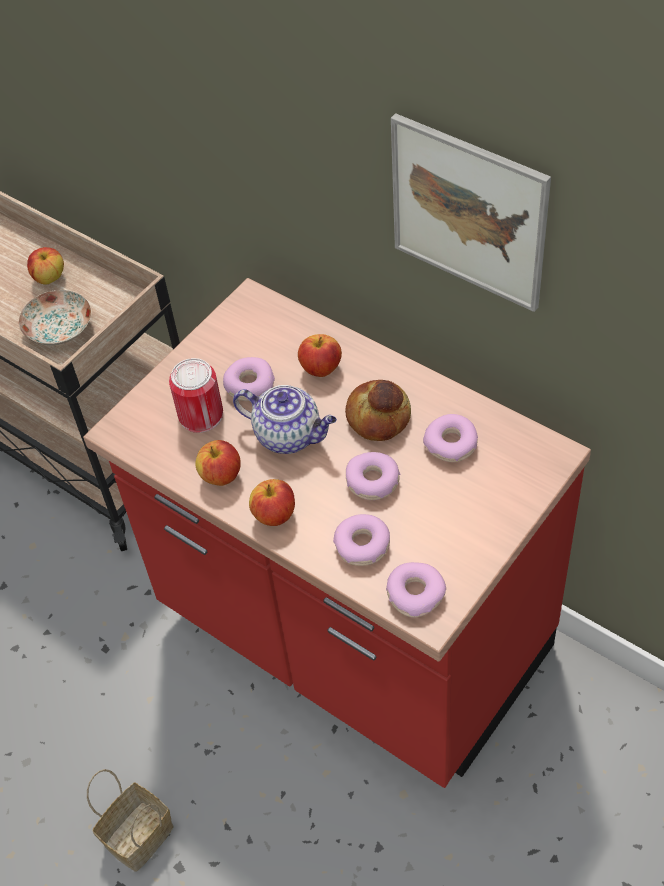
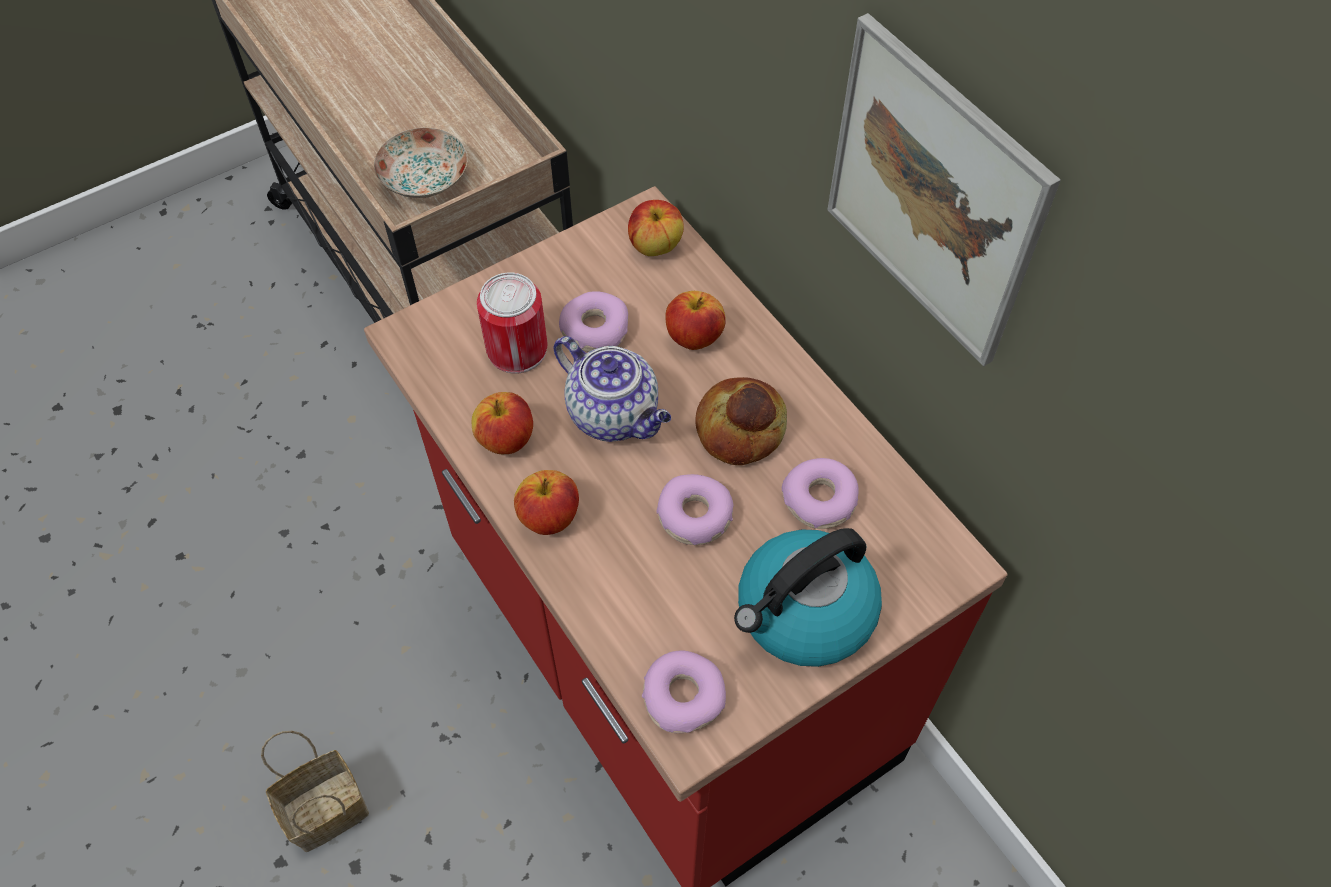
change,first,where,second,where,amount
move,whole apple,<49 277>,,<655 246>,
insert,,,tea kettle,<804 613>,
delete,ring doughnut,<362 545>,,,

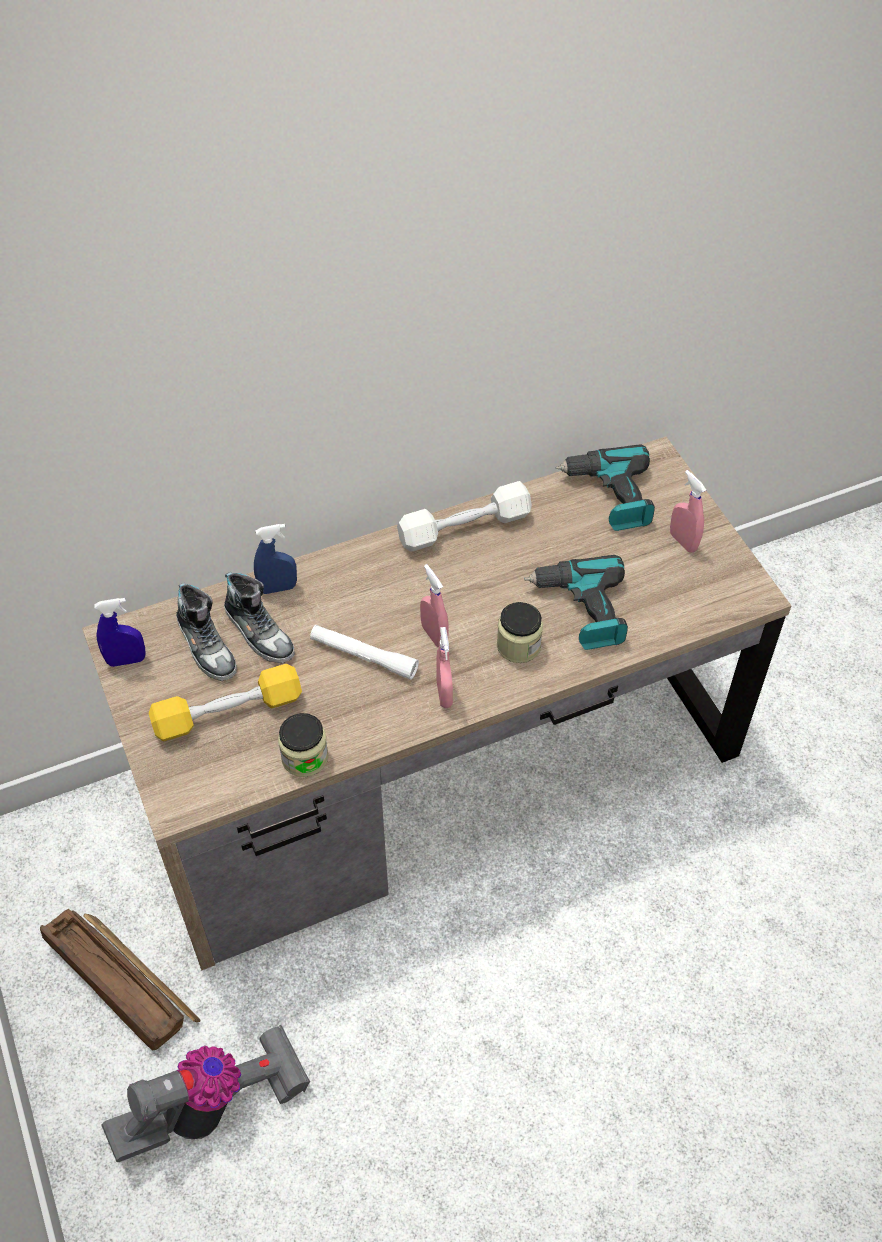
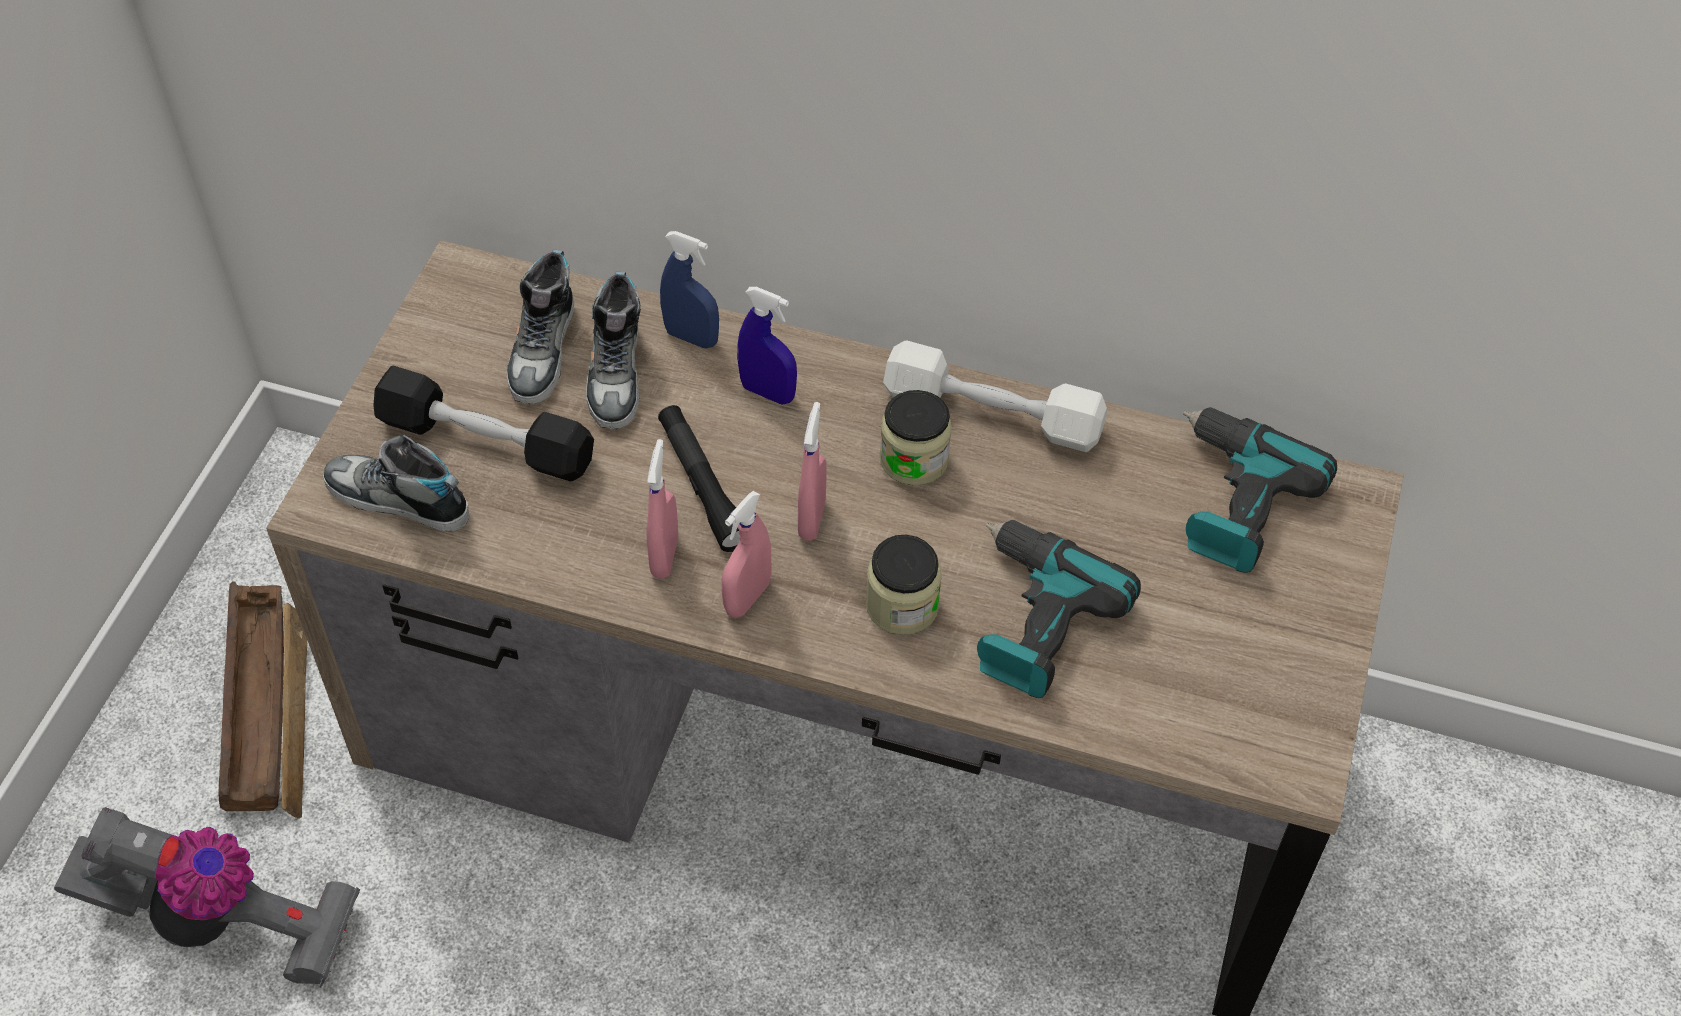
change,first,where,second,where,amount
insert,,,shoe,<398 500>,
recolor,yellow-coloured free weight,<228 712>,black-coloured free weight,<486 442>,
move,pink spray bottle,<683 541>,,<664 556>,
recolor,whitish torch,<364 656>,black-coloured torch,<702 485>,
move,blue spray bottle,<126 660>,,<767 392>,
move,preserve jar,<305 757>,,<914 459>,

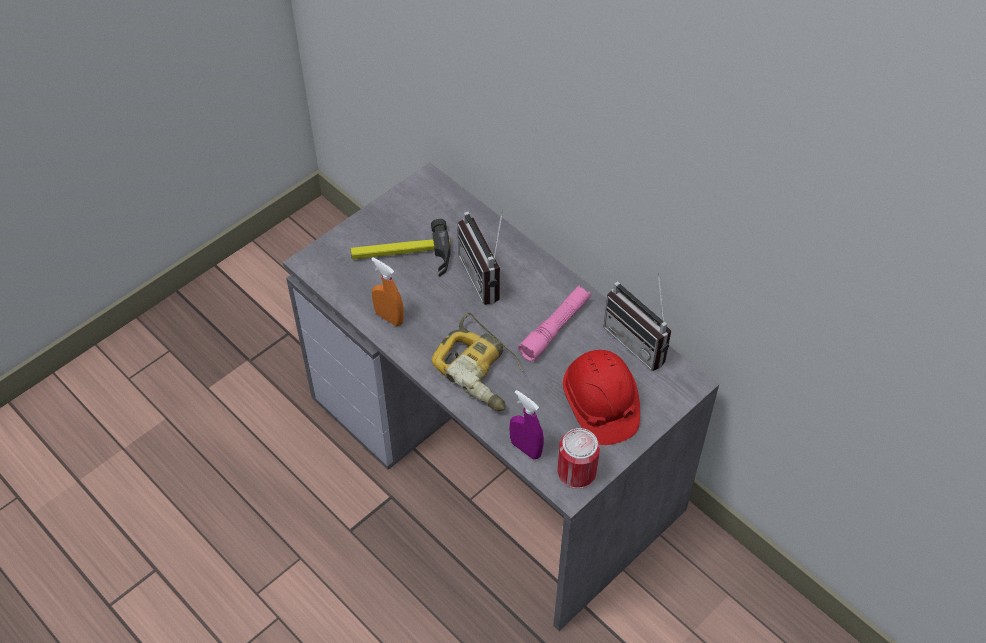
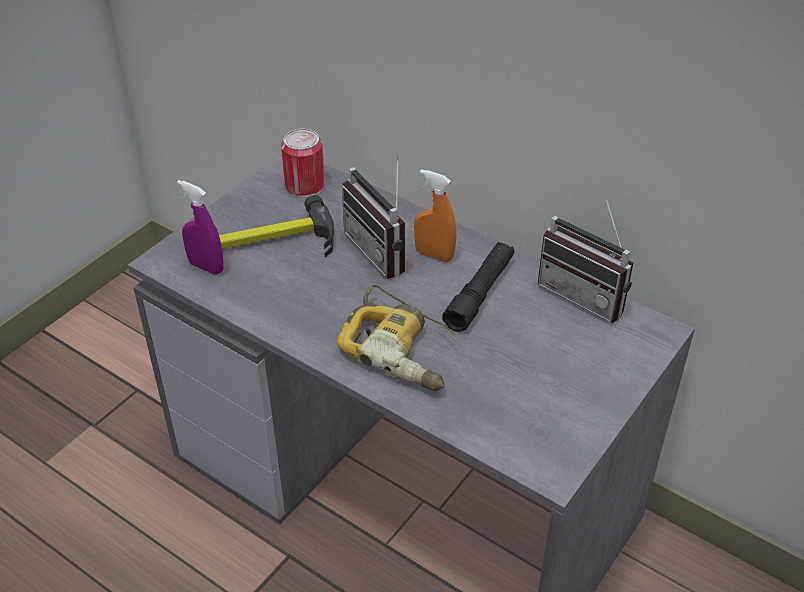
change,first,where,second,where,amount
move,purple spray bottle,<525 449>,,<206 267>,
move,can,<576 472>,,<305 186>,
move,orangey spray bottle,<389 317>,,<434 255>,
recolor,pink torch,<555 328>,black-coloured torch,<480 293>,
delete,reddish safety helmet,<600 405>,,,

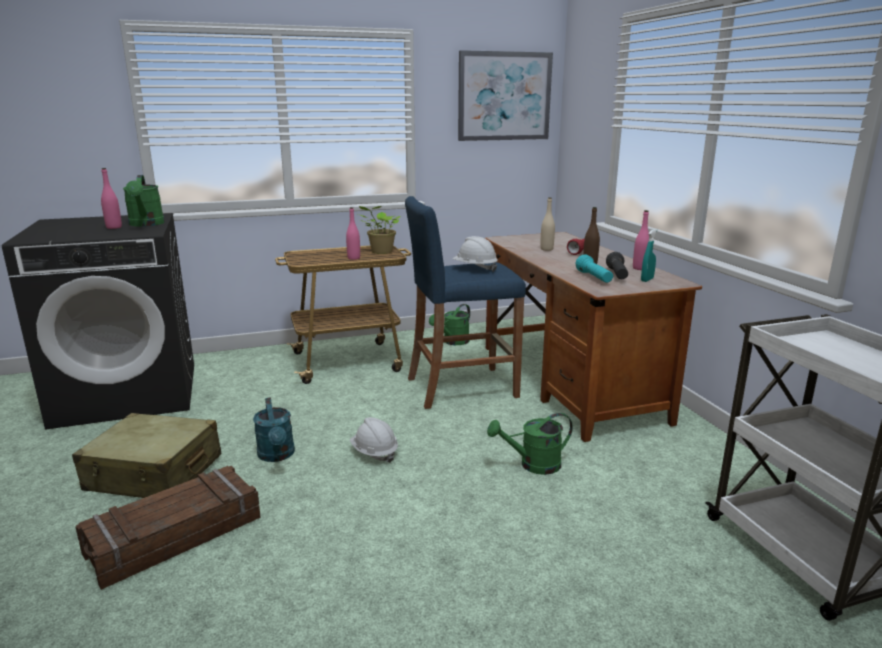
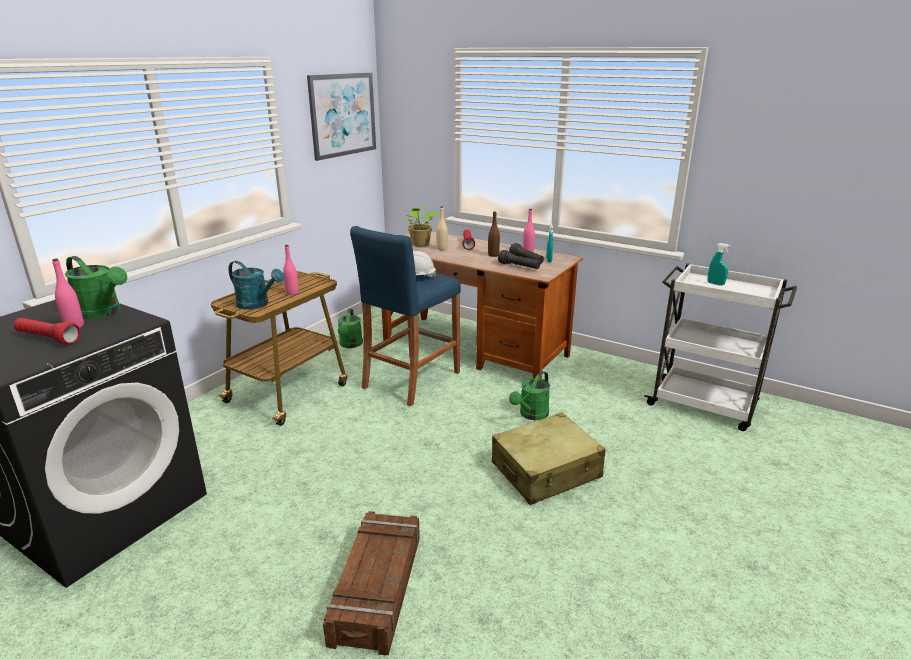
change,first,where,second,where,amount
insert,,,reddish torch,<48 339>,
move,blue-green sprinkling can,<277 455>,,<257 304>,
move,plant in a pot,<380 252>,,<420 244>,
move,beige-coloured piece of luggage,<154 473>,,<546 471>,
recolor,blue-green torch,<594 278>,black-coloured torch,<519 267>,
insert,,,blue-green spray bottle,<715 284>,
delete,whitish safety helmet,<374 453>,,,

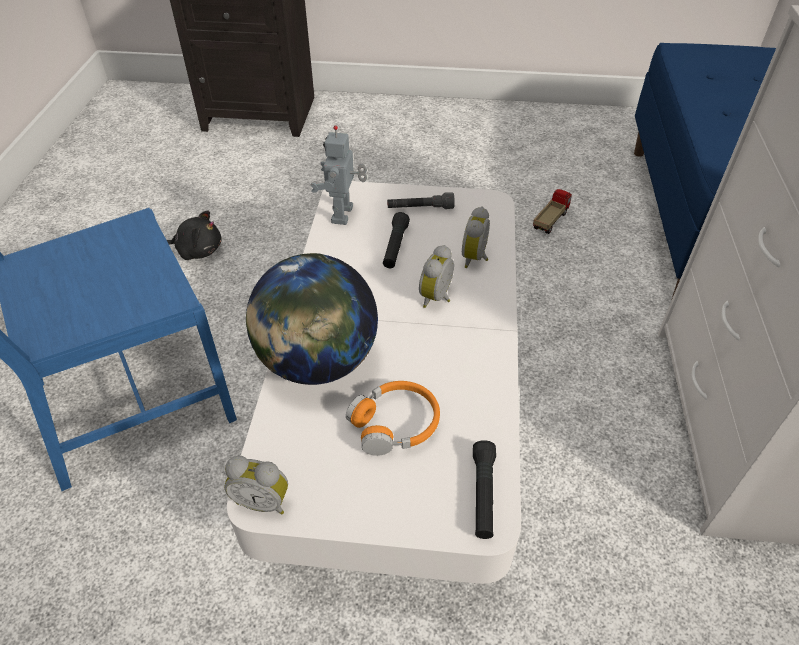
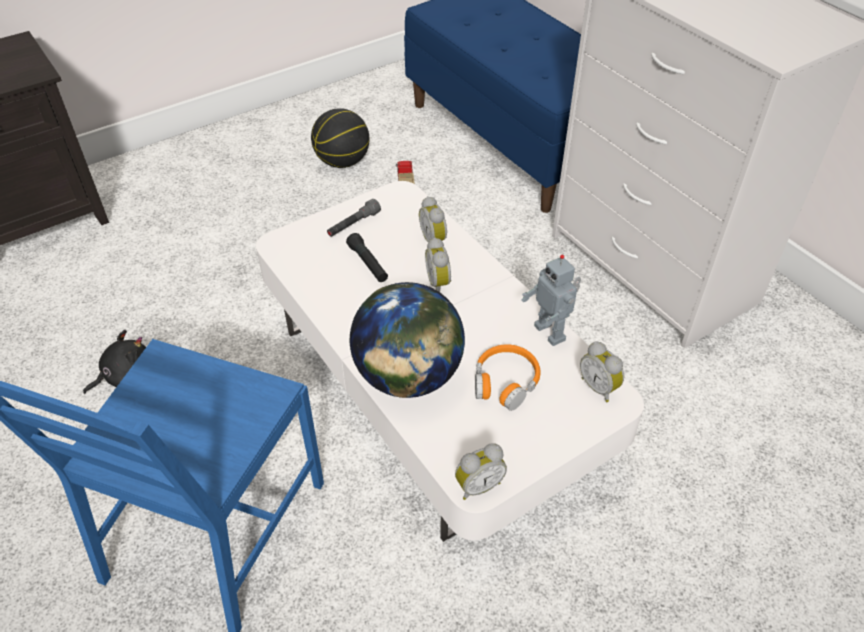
change,first,where,second,where,amount
insert,,,basketball,<343 162>,
move,toy robot,<344 215>,,<551 332>,
replace,black-coloured torch,<483 494>,bedside clock,<599 387>,

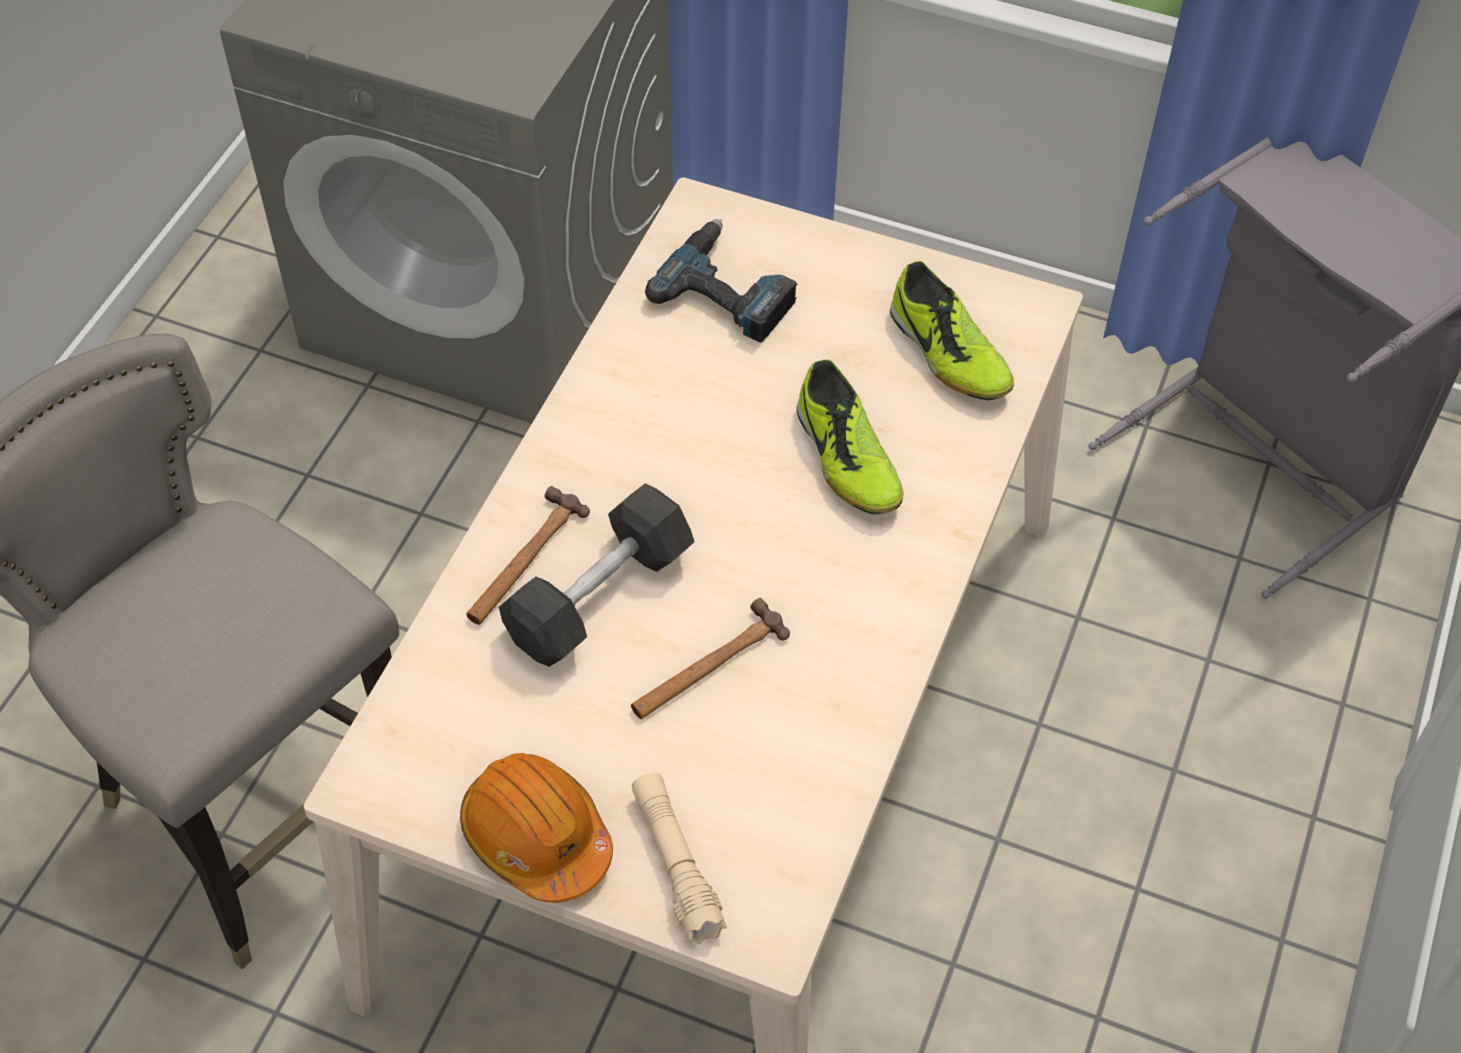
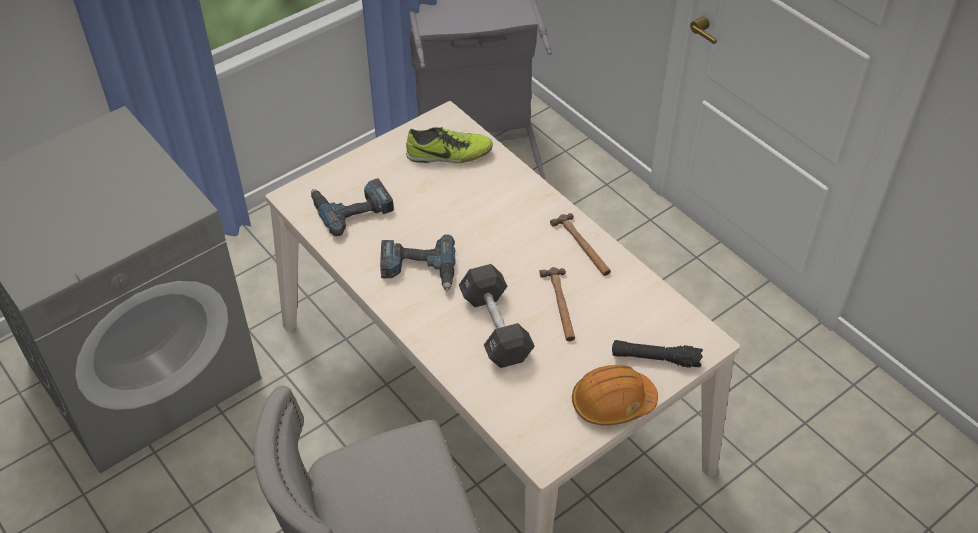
change,first,where,second,where,amount
insert,,,power drill,<418 269>,
move,tool hammer,<523 560>,,<582 247>,
recolor,beige-coloured torch,<676 864>,black-coloured torch,<655 359>,
delete,shoe,<846 459>,,,

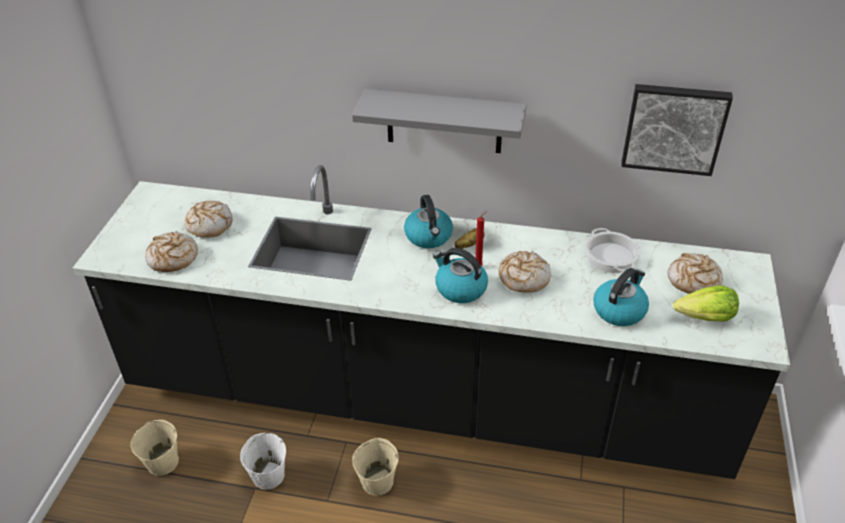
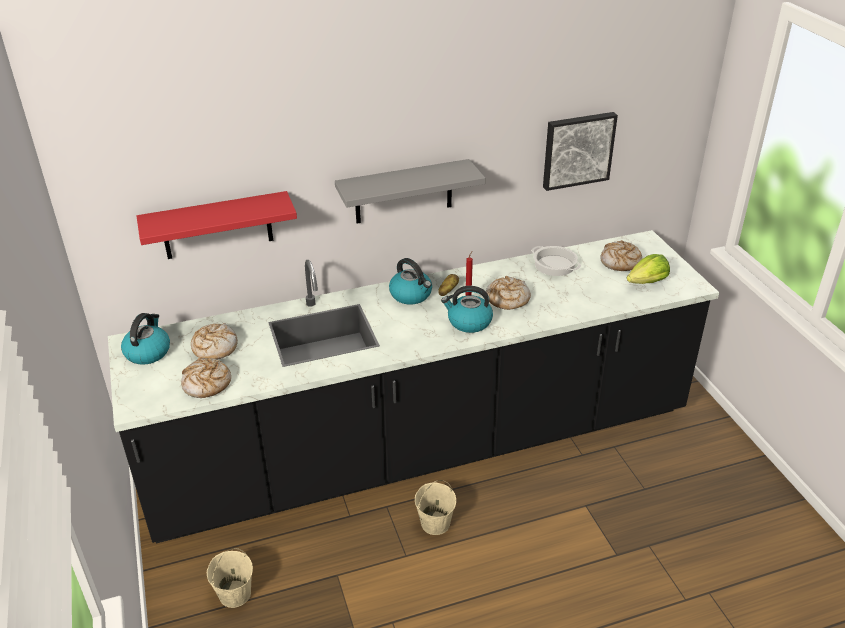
change,first,where,second,where,amount
move,tea kettle,<619 310>,,<148 352>,
insert,,,reddish bracket shelf,<217 226>,
delete,whitish bucket,<268 475>,,,

